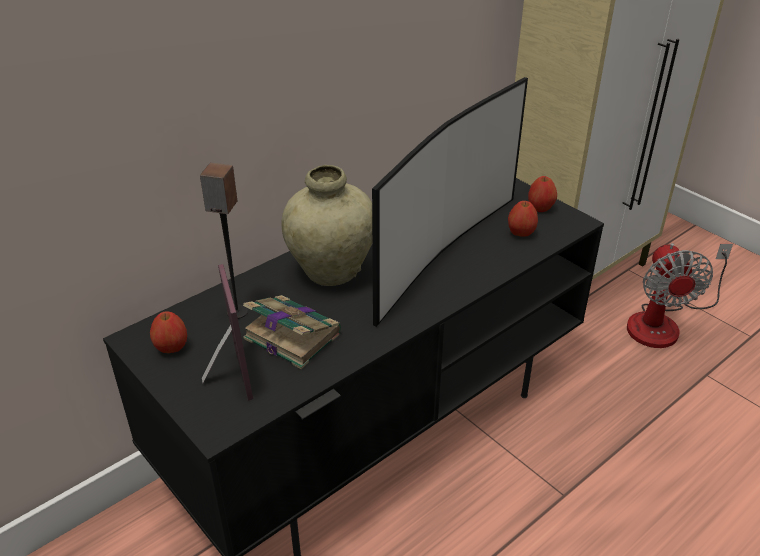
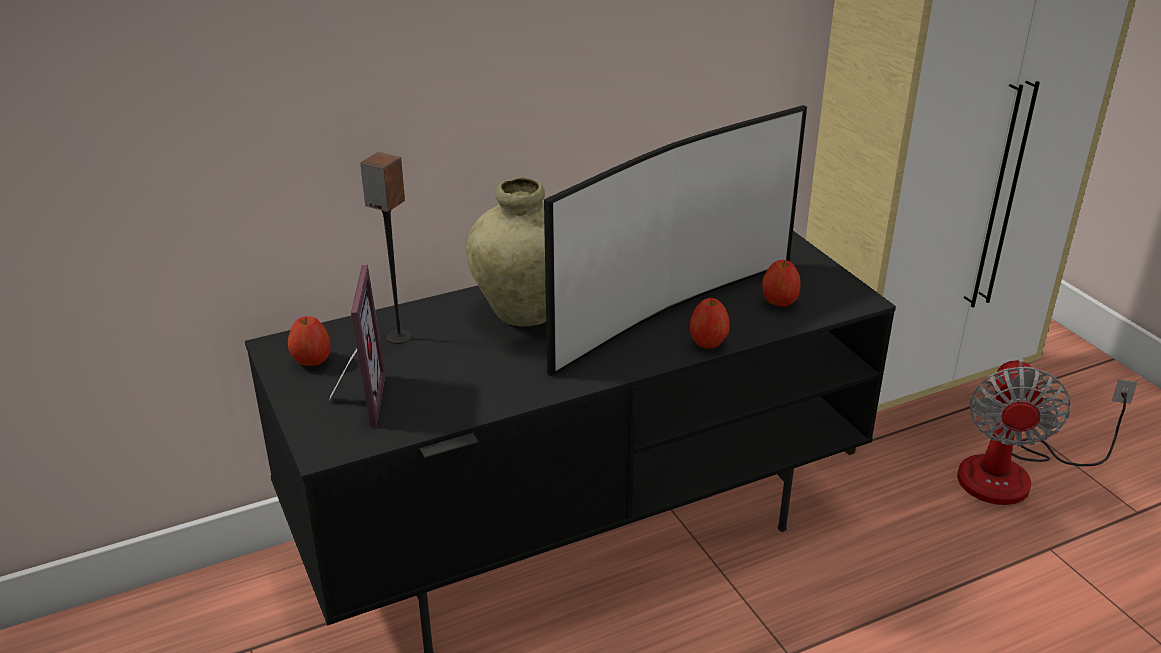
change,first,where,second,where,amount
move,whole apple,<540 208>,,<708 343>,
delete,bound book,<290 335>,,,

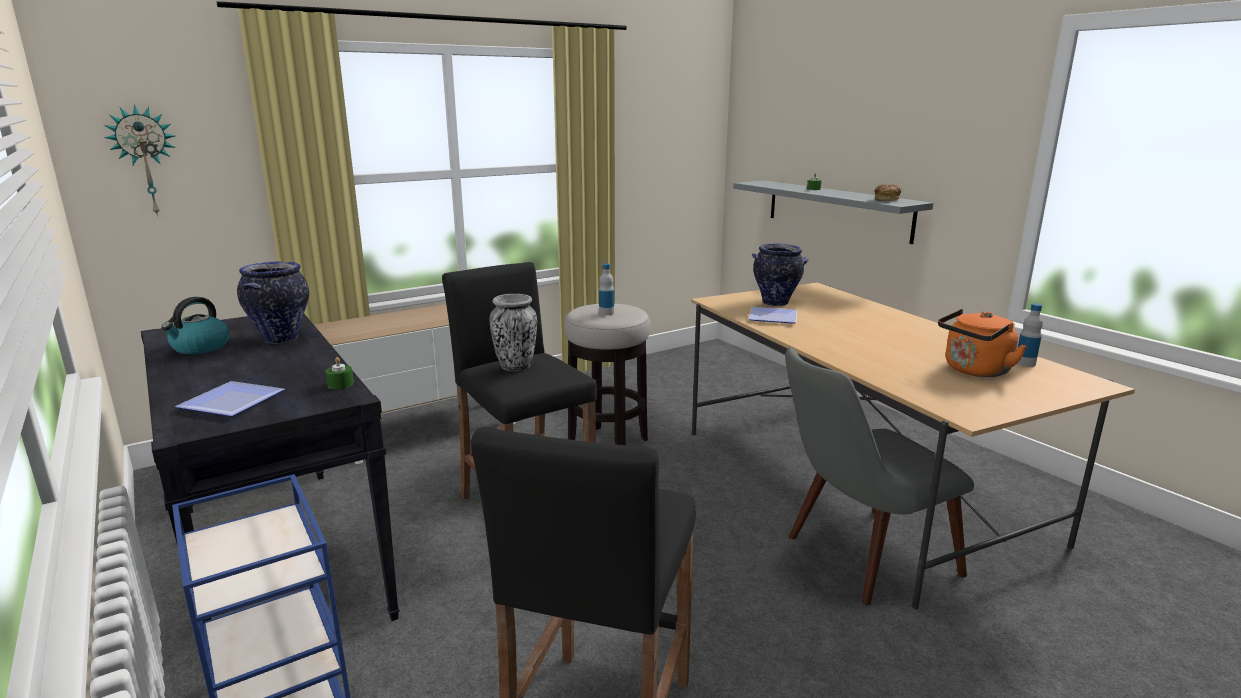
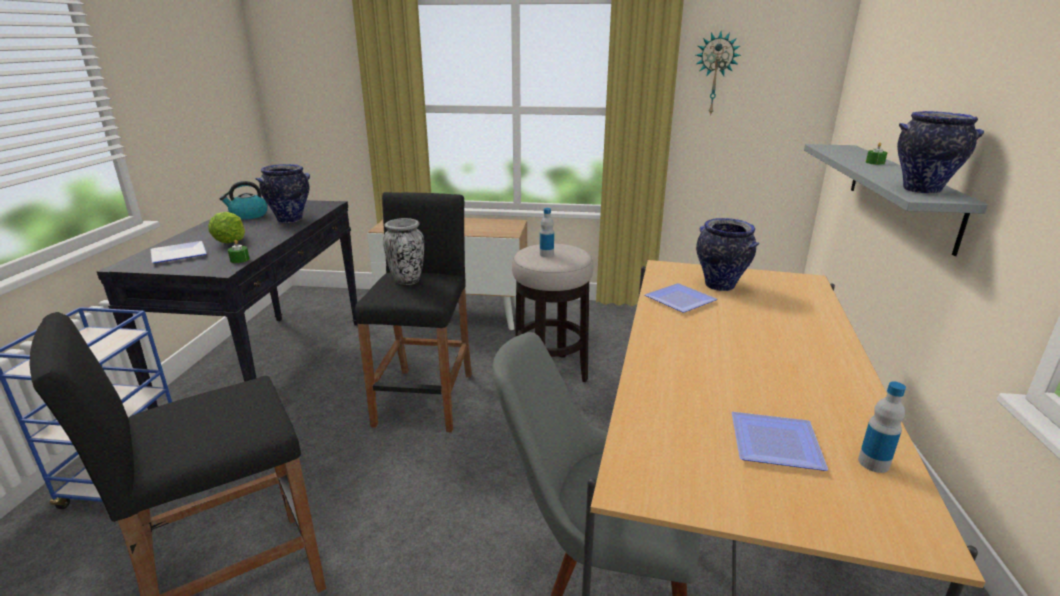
change,first,where,second,where,amount
insert,,,lettuce,<230 241>,
move,hanging clock,<145 161>,,<714 74>,
replace,orangey tea kettle,<974 371>,plate,<771 442>,
replace,bakery bread,<887 200>,decorative vase,<922 190>,

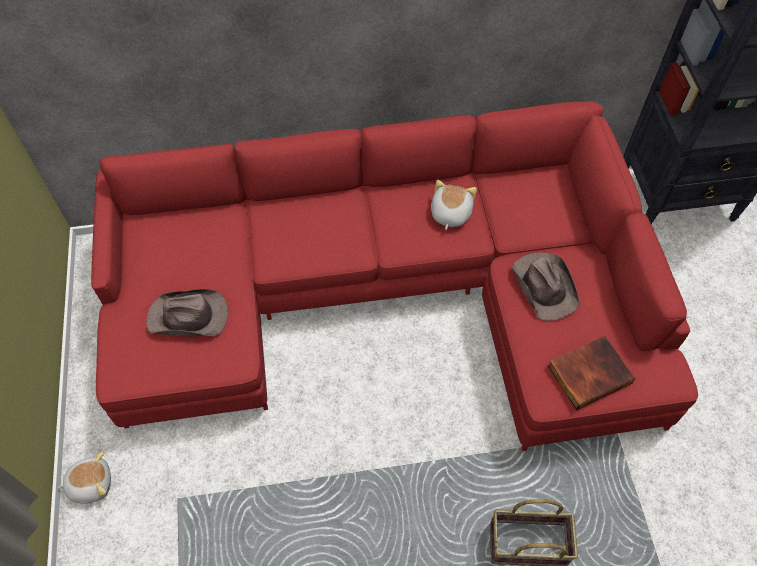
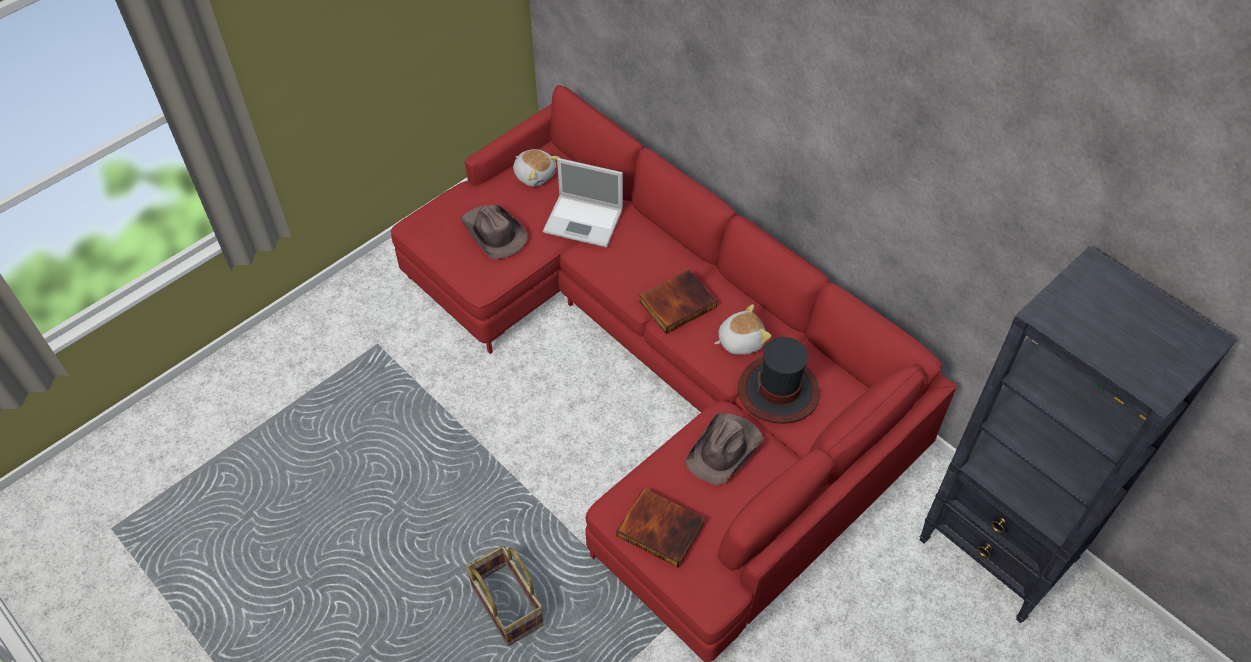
change,first,where,second,where,amount
move,soft toy,<91 483>,,<535 174>,
insert,,,laptop,<584 221>,
insert,,,bound book,<677 303>,
insert,,,wearable hat,<779 390>,

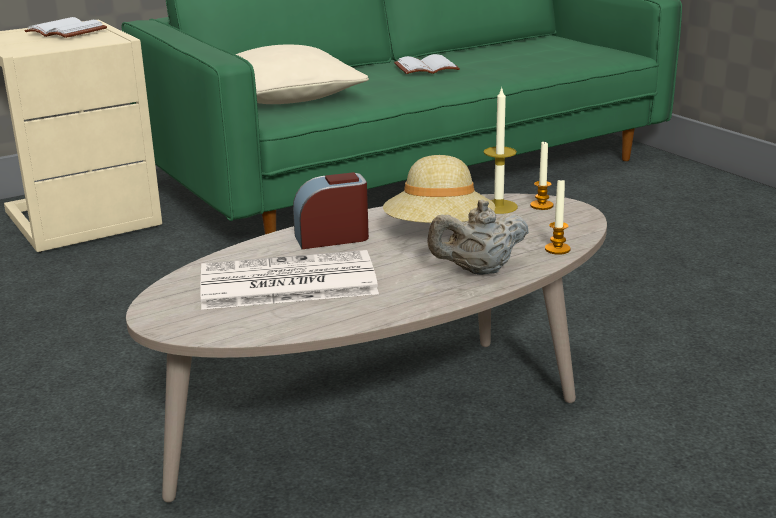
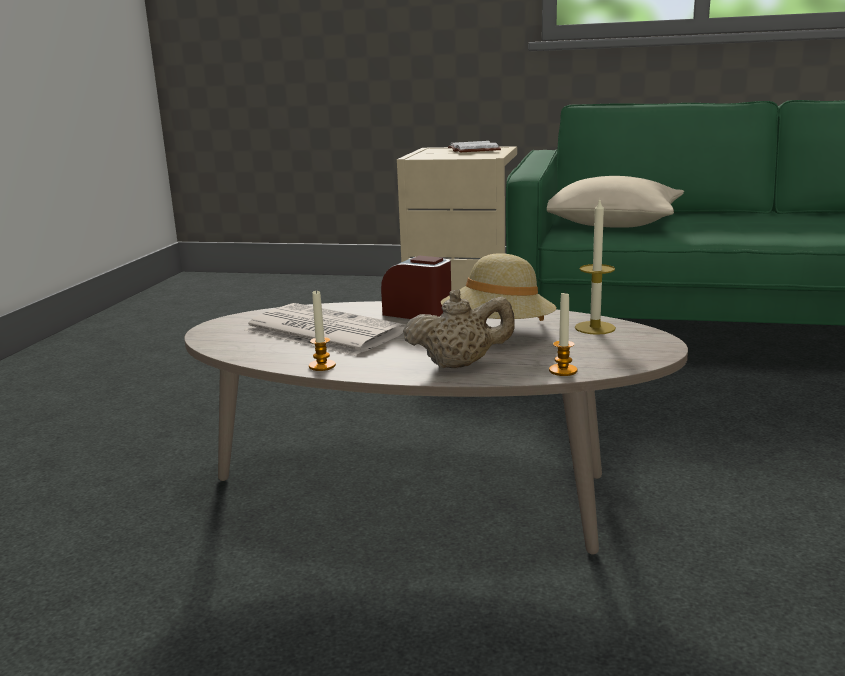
change,first,where,second,where,amount
move,wax candle,<541 205>,,<322 366>,
rotate,beige-coloured teapot,<478 271>,,<459 365>,150 degrees clockwise
delete,whitish bound book,<427 68>,,,

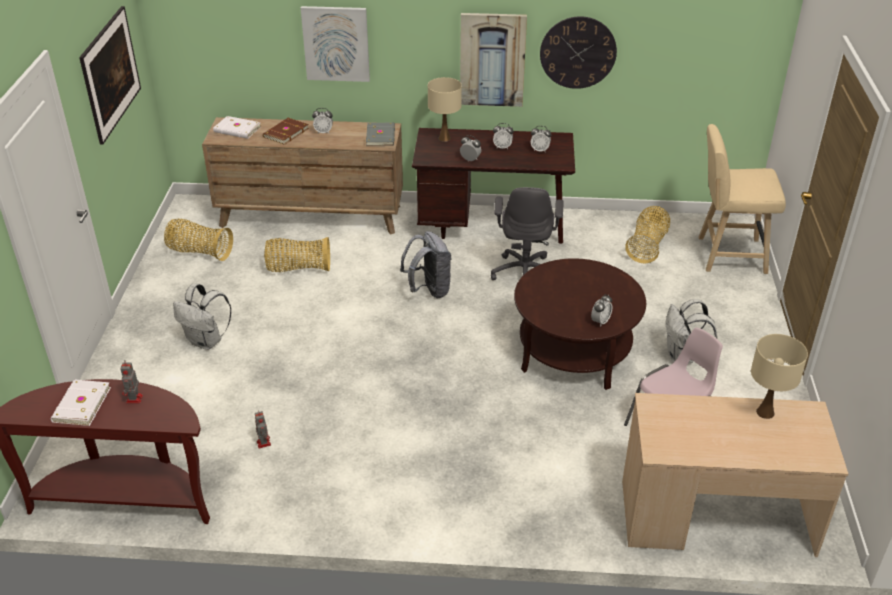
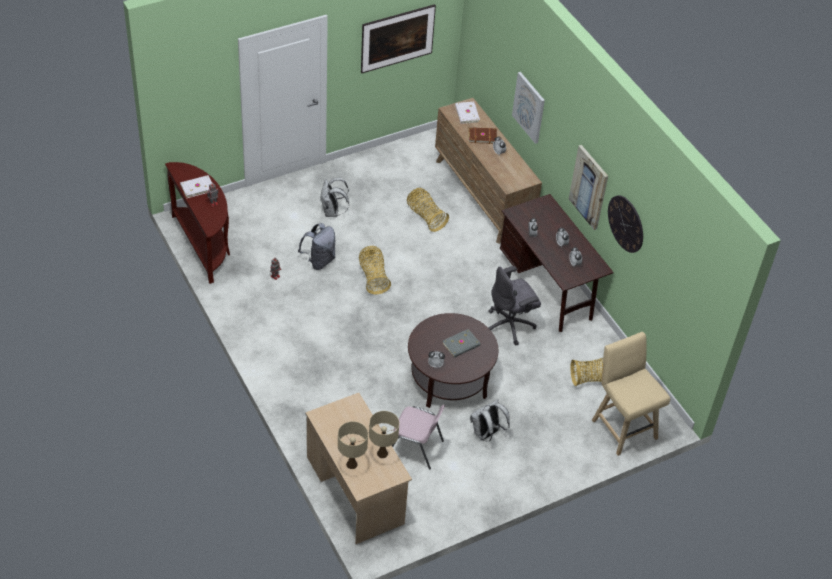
change,first,where,second,where,amount
move,greyish rucksack,<429 290>,,<319 261>,
move,beige-coloured tabletop lamp,<444 138>,,<352 464>,
move,household basket,<199 252>,,<373 277>,
move,greyish bound book,<381 136>,,<461 345>,

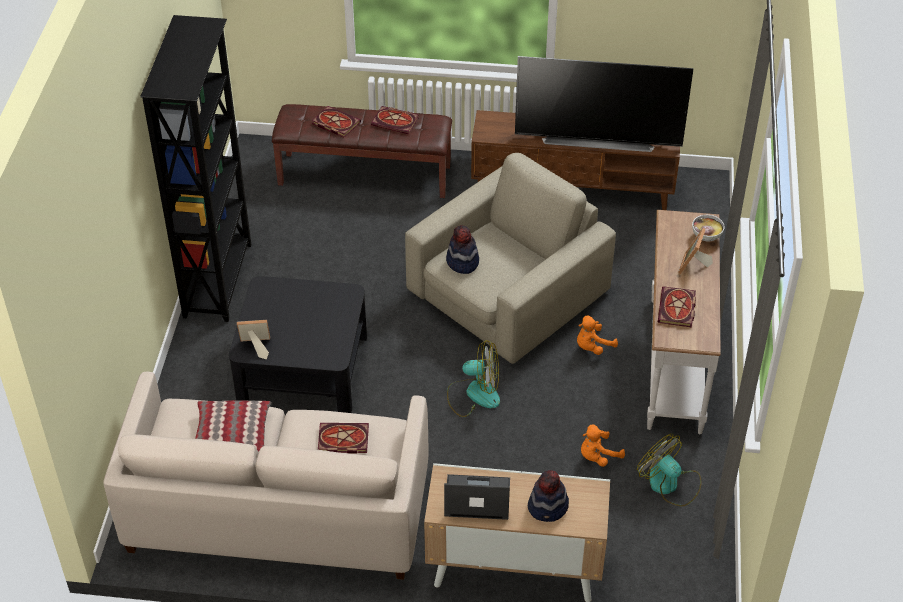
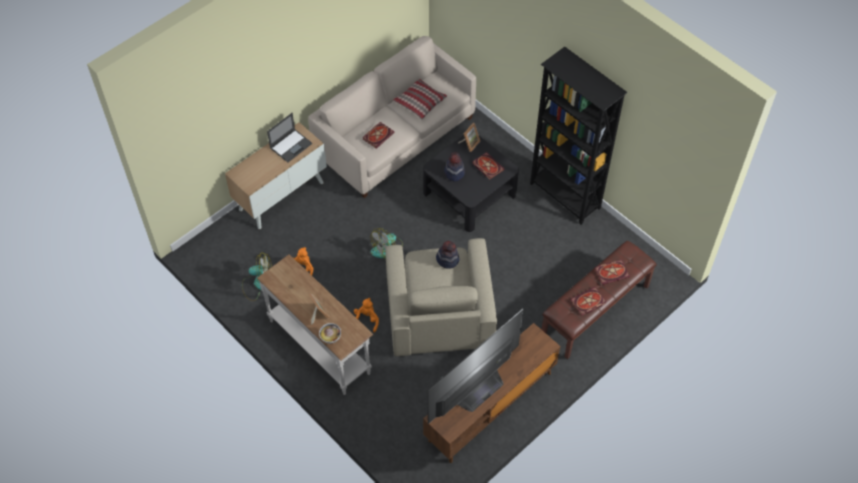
change,first,where,second,where,amount
move,wearable hat,<548 507>,,<454 173>,
move,bound book,<677 309>,,<487 166>,

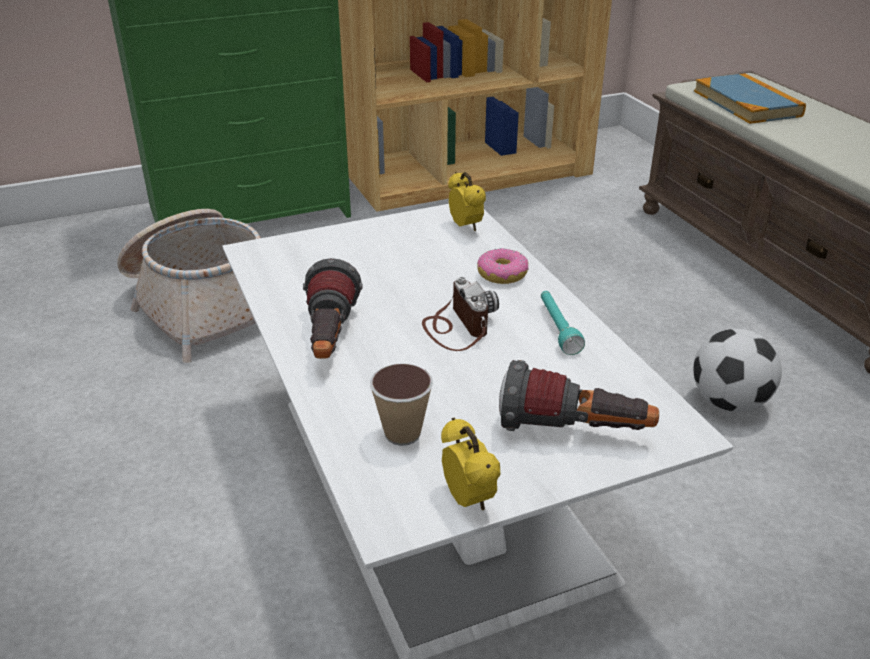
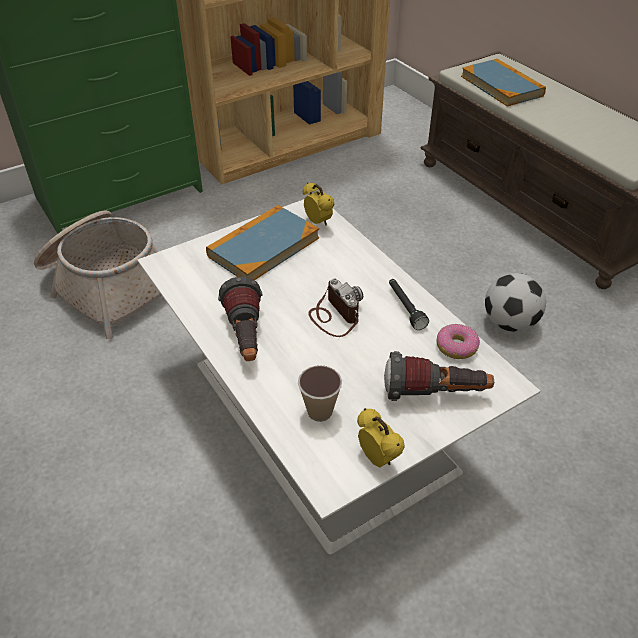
change,first,where,second,where,amount
insert,,,bound book,<263 247>,
recolor,blue-green torch,<557 328>,black-coloured torch,<405 308>,
move,ring doughnut,<502 274>,,<456 347>,

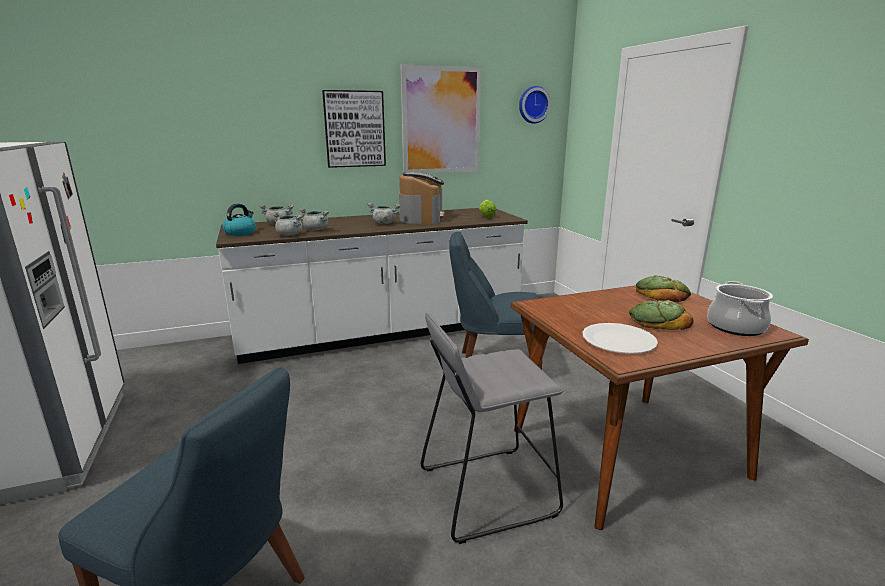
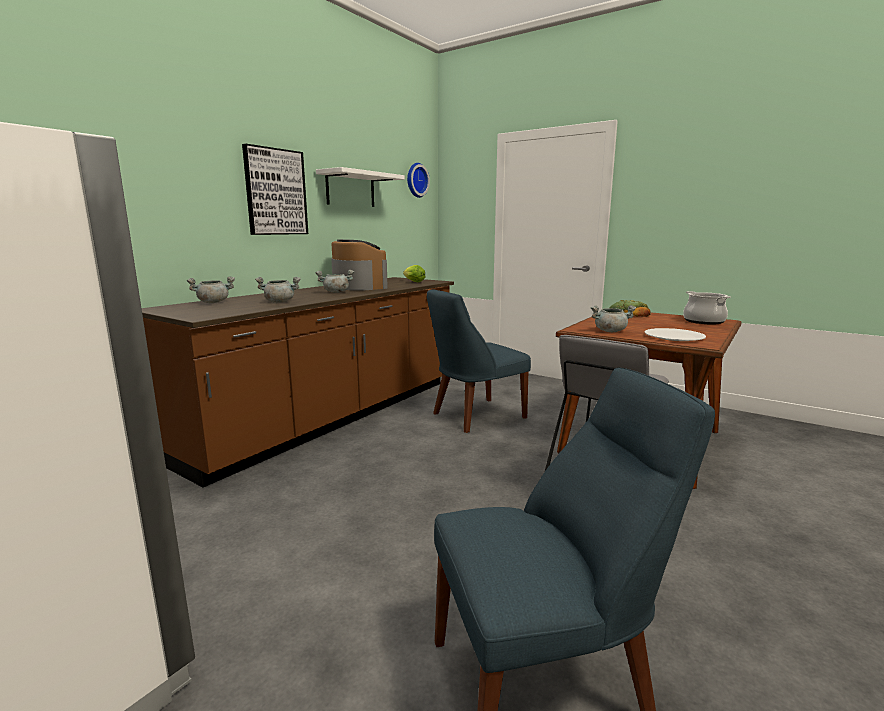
change,first,where,second,where,amount
recolor,whitish kitchen counter,<382 332>,brown-coloured kitchen counter,<332 417>,
replace,wall picture,<441 121>,whitish bracket shelf,<350 189>,
move,greyish saucepot,<290 235>,,<610 331>,
delete,tea kettle,<240 233>,,,
delete,bakery bread,<658 321>,,,

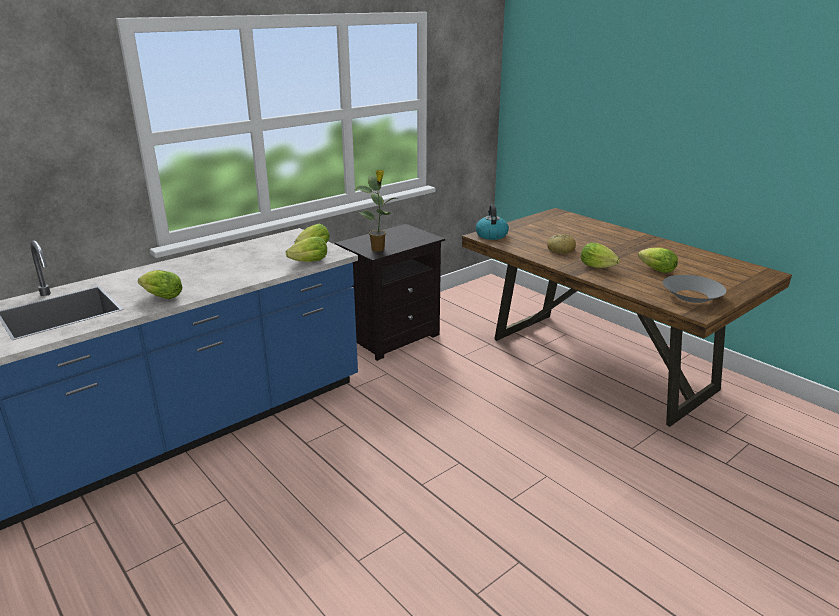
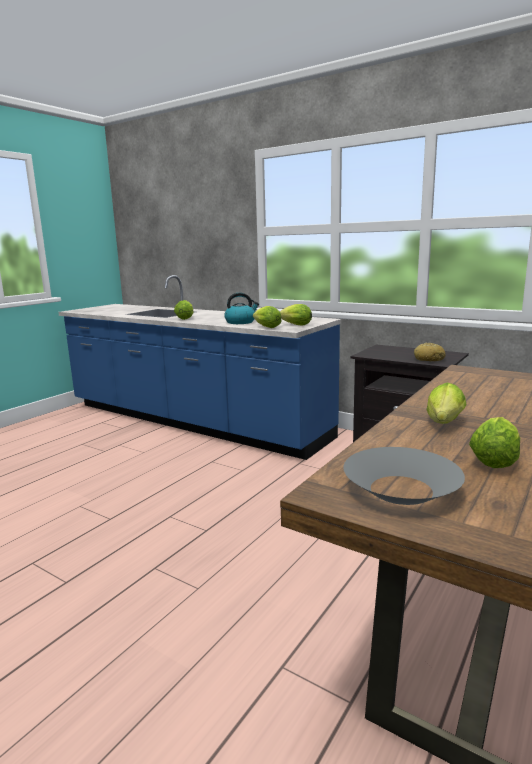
change,first,where,second,where,amount
move,tea kettle,<491 235>,,<241 322>,
move,bakery bread,<560 250>,,<429 359>,
delete,plant in a pot,<378 249>,,,

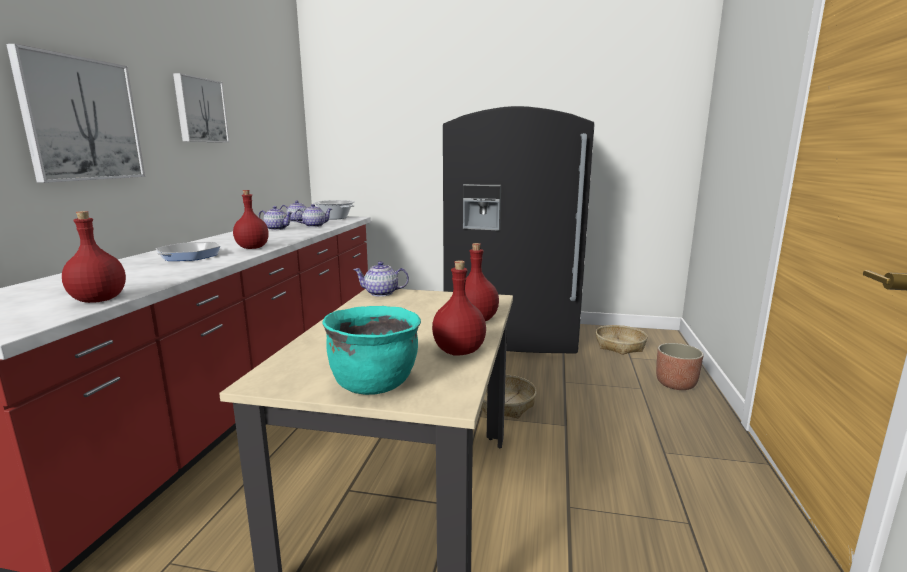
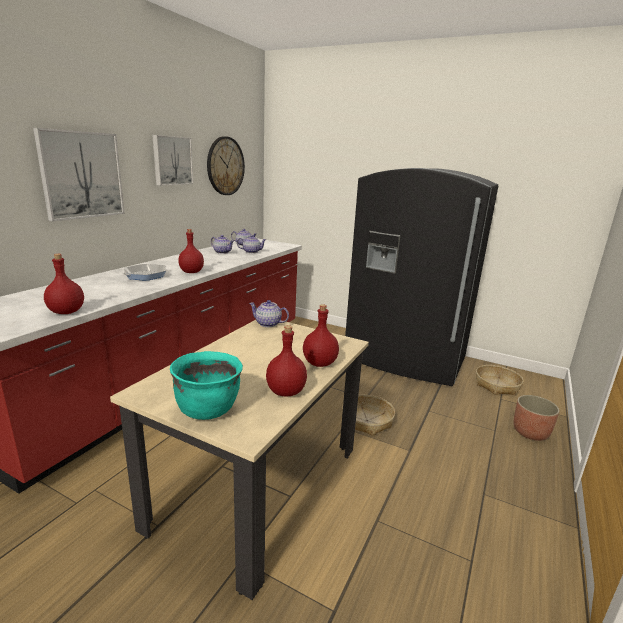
change,first,where,second,where,amount
insert,,,hanging clock,<225 166>,
delete,saucepot,<335 218>,,,

